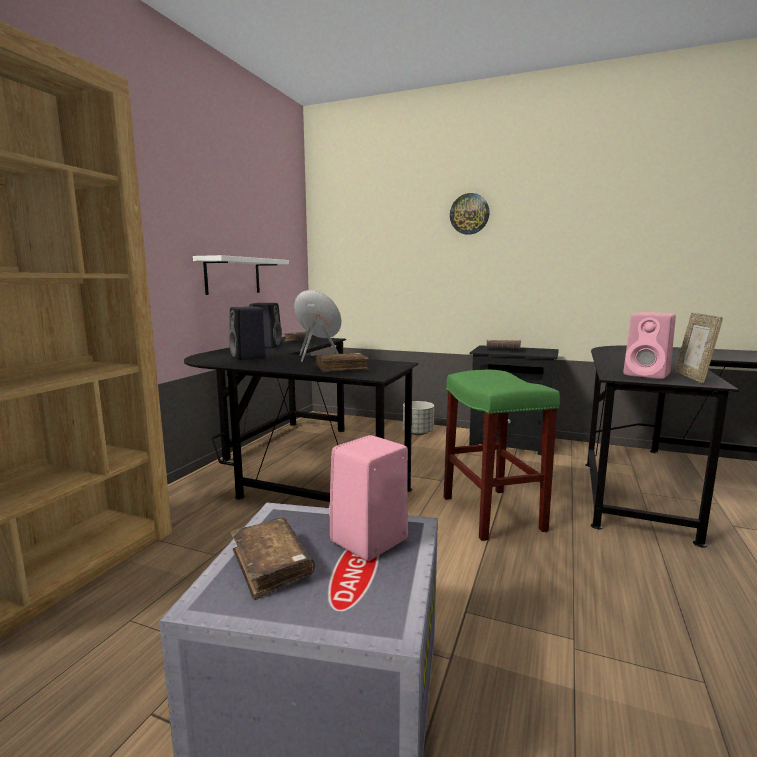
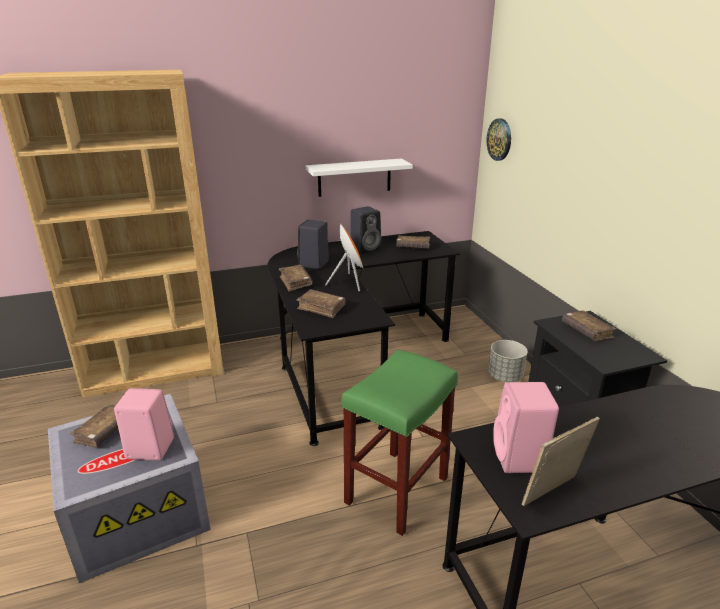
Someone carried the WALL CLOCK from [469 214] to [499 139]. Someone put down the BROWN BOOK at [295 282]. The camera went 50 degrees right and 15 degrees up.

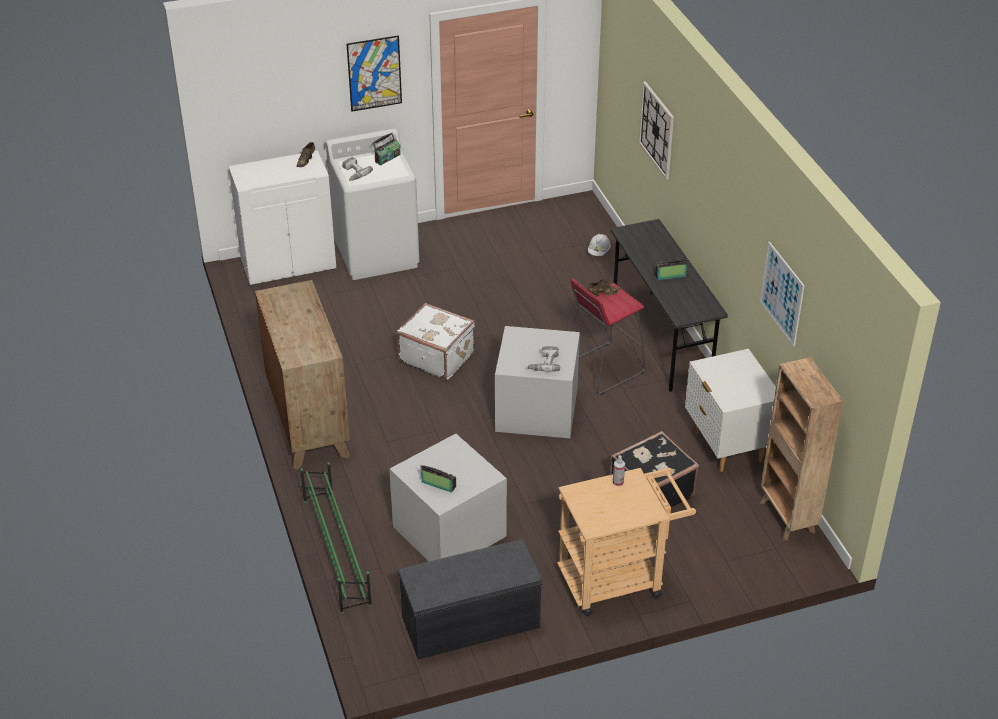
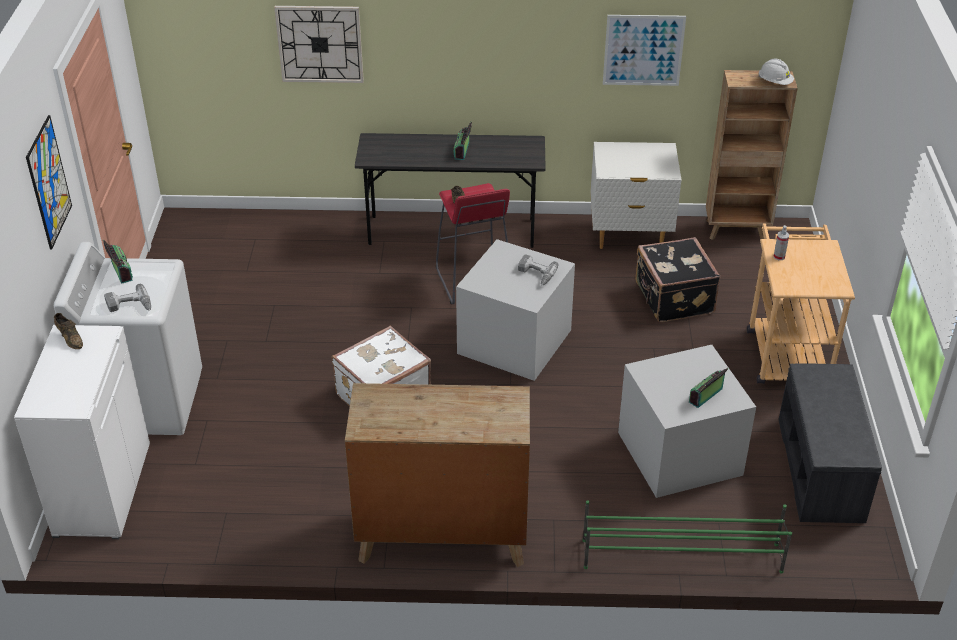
Someone carried the WHITE HARD HAT from [599 252] to [775 82]. The camera went 70 degrees left and 0 degrees up.

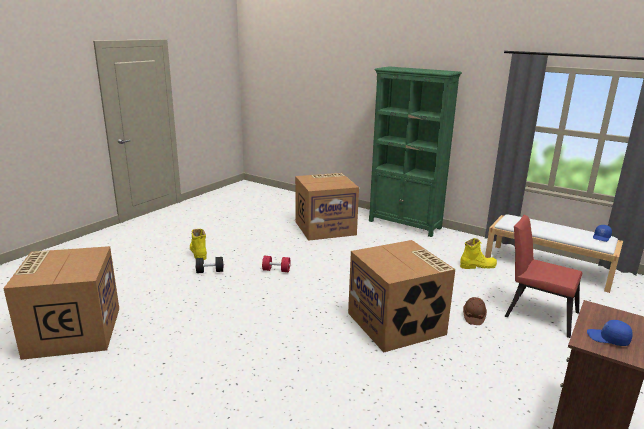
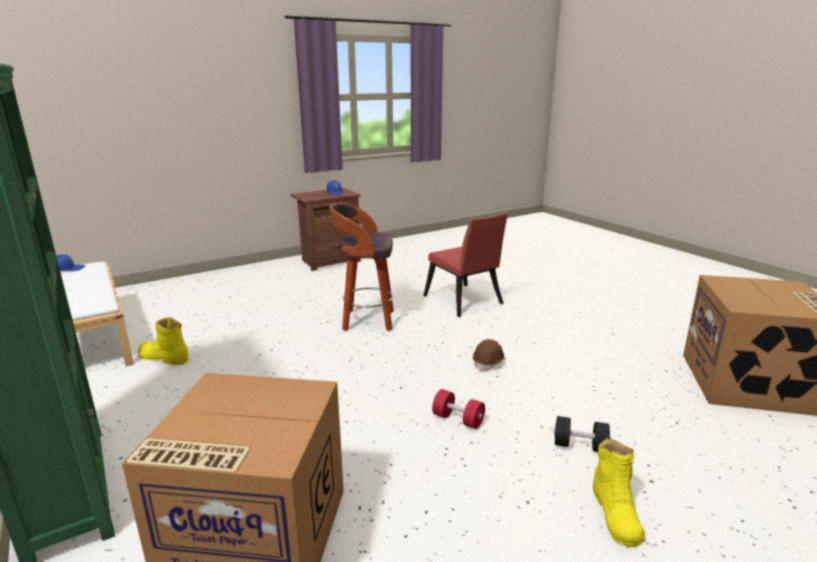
Someone swapped the CARDBOARD BOX at [397 324] for the STOOL at [366 321]. Someone carried the BROWN HARD HAT from [473 317] to [489 363]. Someone carried the RED CHAIR from [536 313] to [464 302]. The camera went 155 degrees left and 0 degrees up.

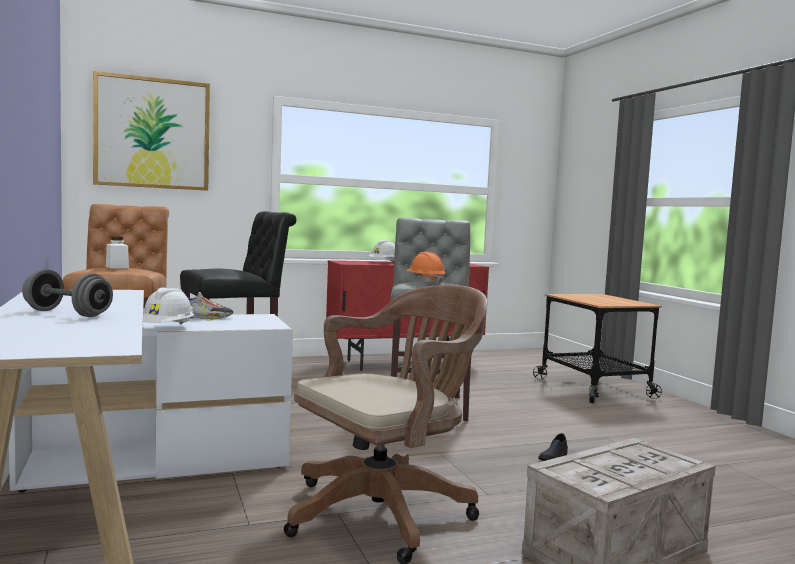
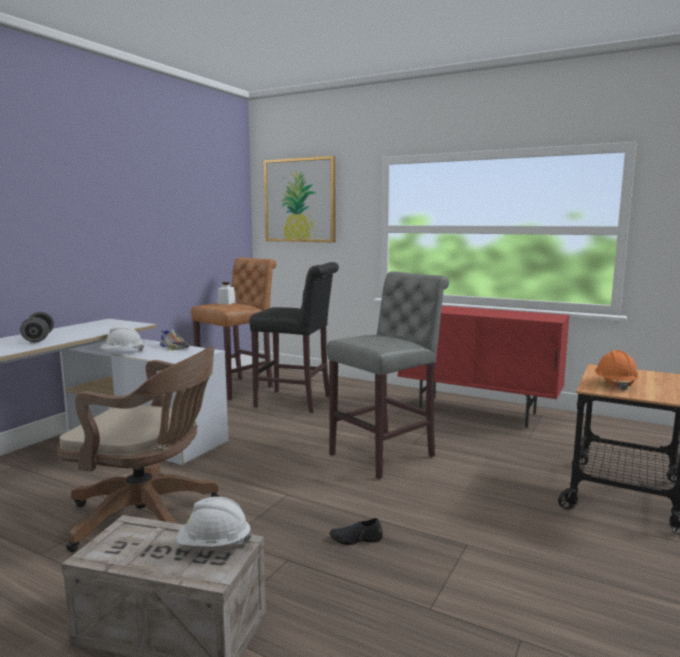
Someone carried the WHITE HARD HAT from [383 263] to [214 545]. Someone carried the ORANGE HARD HAT from [425 281] to [614 384]. The camera went 50 degrees right and 5 degrees up.

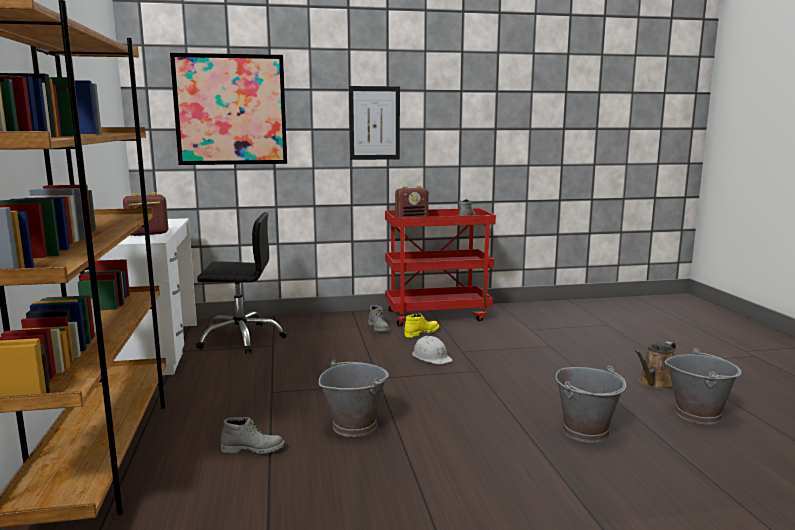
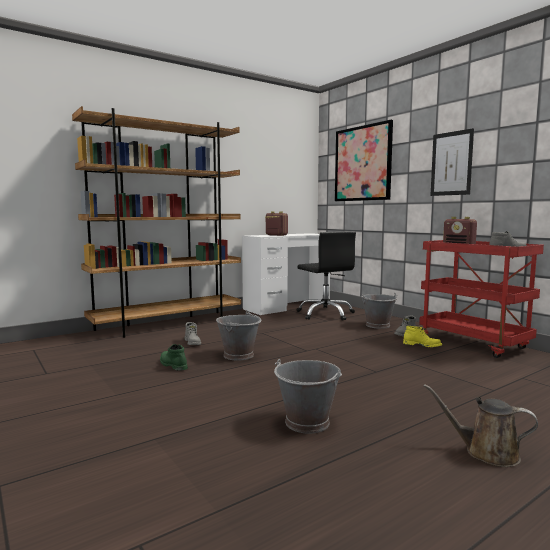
Someone took away the WHITE HARD HAT at [431 357]. Someone carried the GREY BUCKET from [698 414] to [378 325]. Someone put down the GREEN BOOT at [172 365]. The camera went 65 degrees right and 5 degrees down.

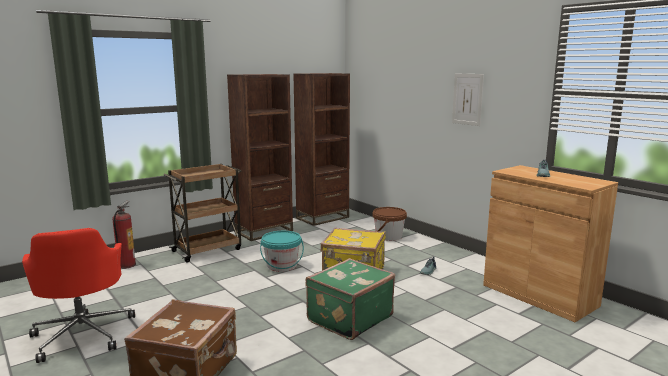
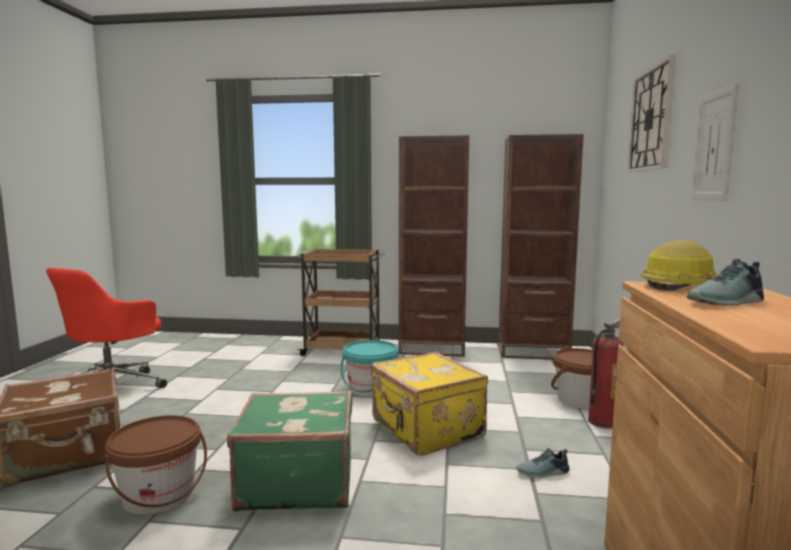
Someone carried the FIRE EXTINGUISHER from [126 265] to [602 421]. Someone put down the BROWN BUCKET at [159 495]. Someone put up the WALL CLOCK at [651 119]. Someone put down the HARD HAT at [681 286]. The camera went 45 degrees right and 5 degrees down.

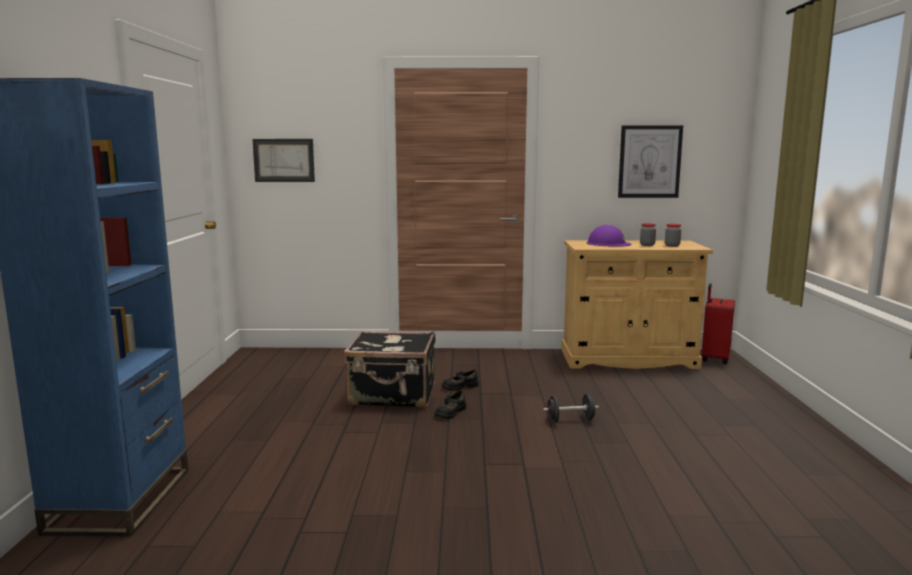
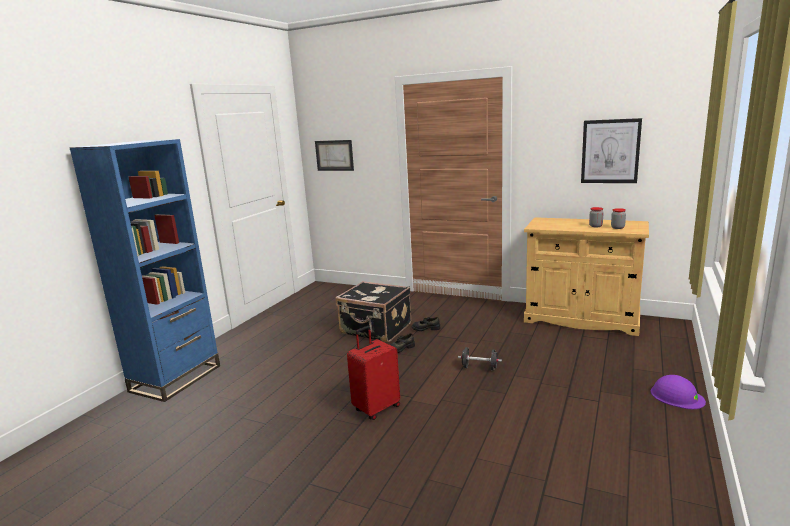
Someone carried the PURPLE HARD HAT from [608 243] to [676 396]. Someone carried the RED SUITCASE from [714 359] to [376 408]. The camera went 25 degrees right and 5 degrees up.

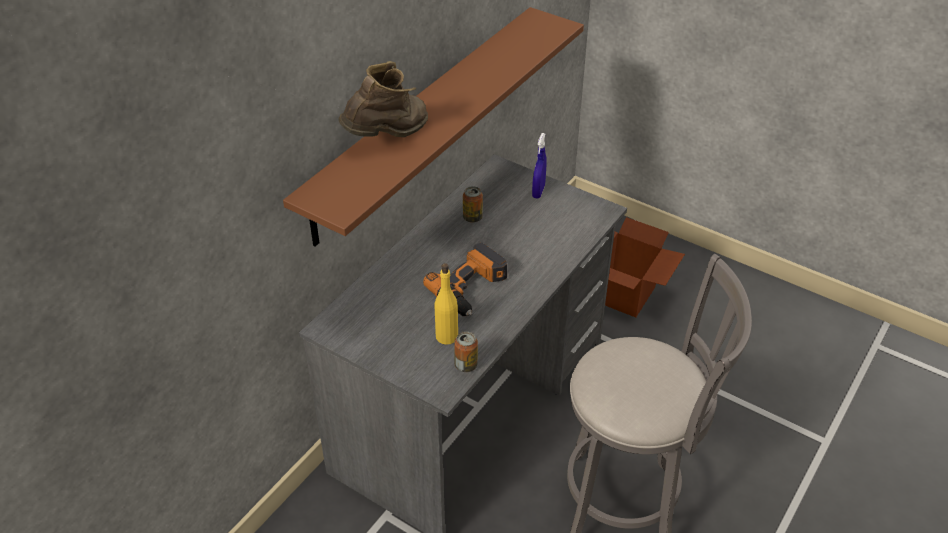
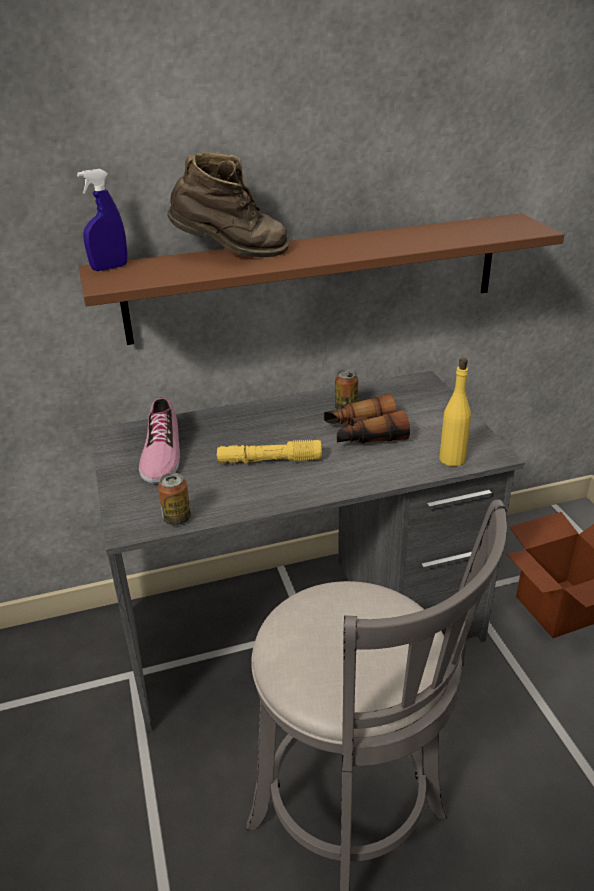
Someone swapped the POWER DRILL at [471 288] for the YELLOW FLASHLIGHT at [269 460]. Someone carried the YELLOW BOTTLE from [446 336] to [452 459]. Someone carried the BLUE SPRAY BOTTLE from [538 191] to [109 268]. Someone put down the SHOE at [160 453]. Someone put down the BINOCULARS at [363 433]. The camera went 40 degrees right and 10 degrees down.

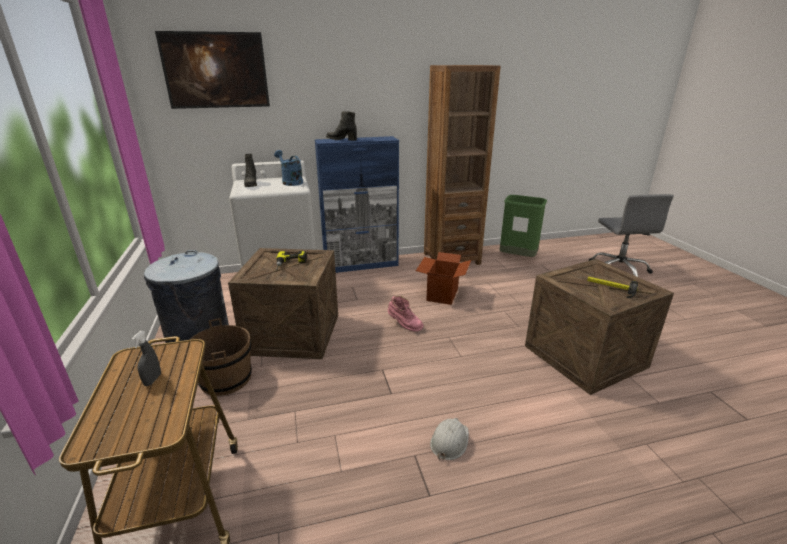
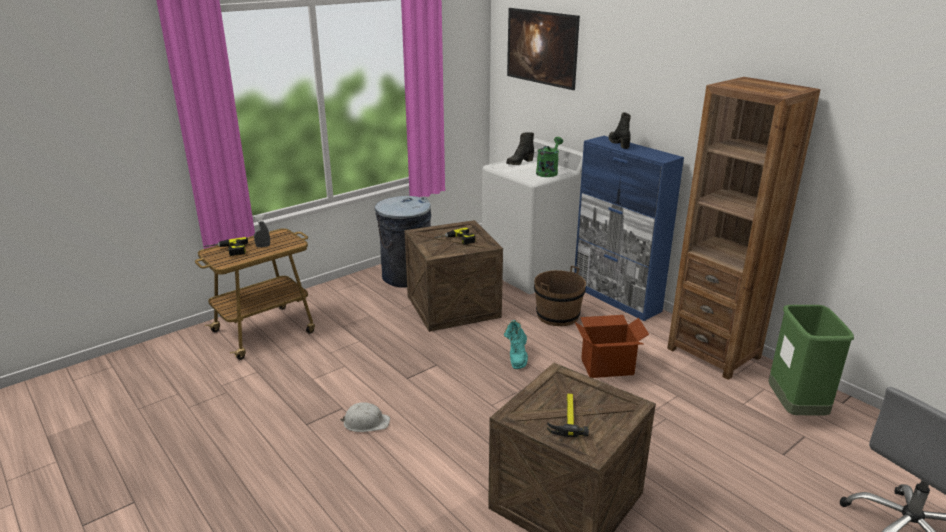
Someone carried the BROWN BUCKET from [225 379] to [557 315]. Someone repainted the BLUE WATERING CAN at [290 182], which became the GREEN WATERING CAN at [548 172]. Someone repainted the PINK BOOT at [404 325], which became the TURQUOISE BOOT at [517 358]. Someone put down the POWER DRILL at [227 251]. The camera went 65 degrees right and 0 degrees up.

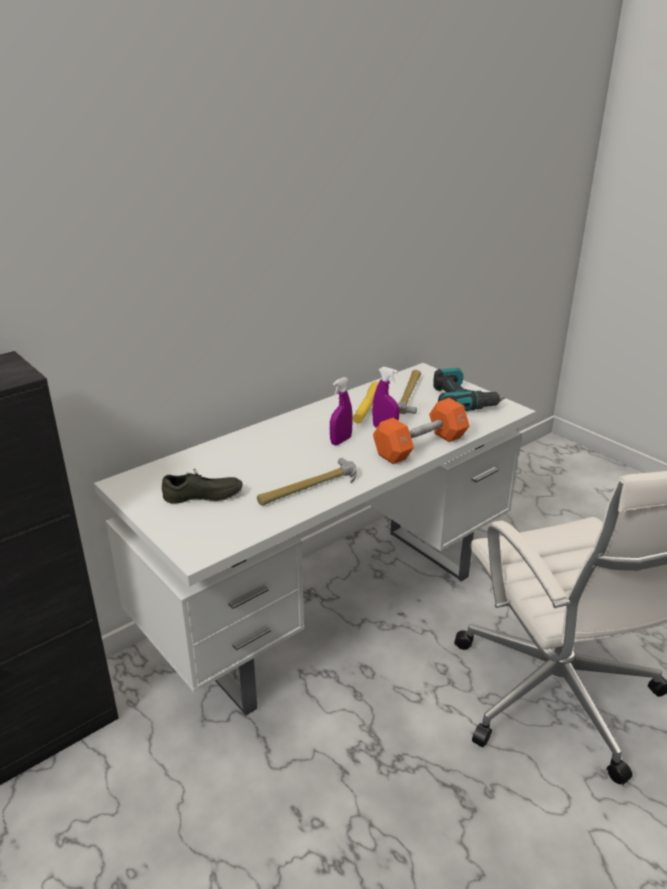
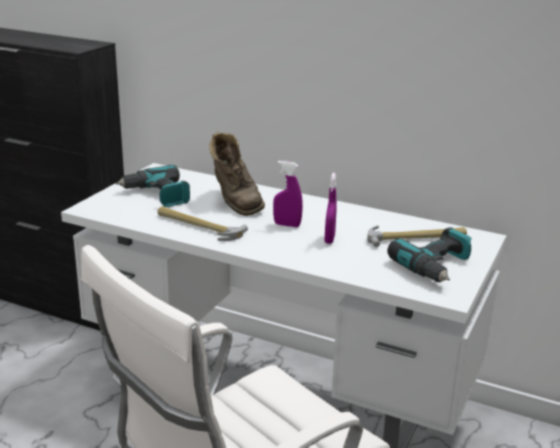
Someone swapped the GREY SHOE at [203 497] for the POWER DRILL at [157 195]. Someone took away the YELLOW FLASHLIGHT at [367 408]. Someone took away the ORANGE DUMBBELL at [420 446]. Someone put down the BROWN BOOT at [235 202]. The camera went 65 degrees right and 5 degrees down.

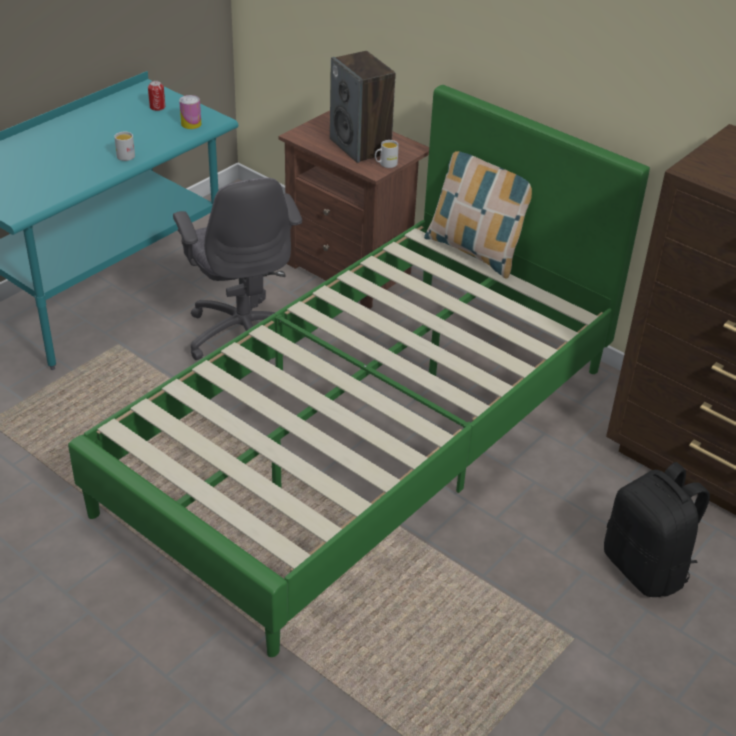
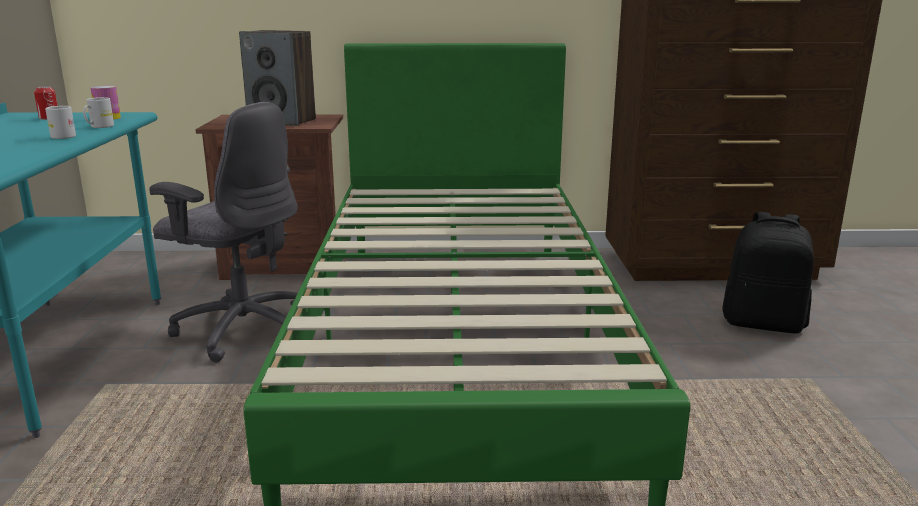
Someone carried the WHITE MUG from [385 164] to [99 127]. Someone took away the PILLOW at [475 251]. The camera went 40 degrees left and 20 degrees down.

